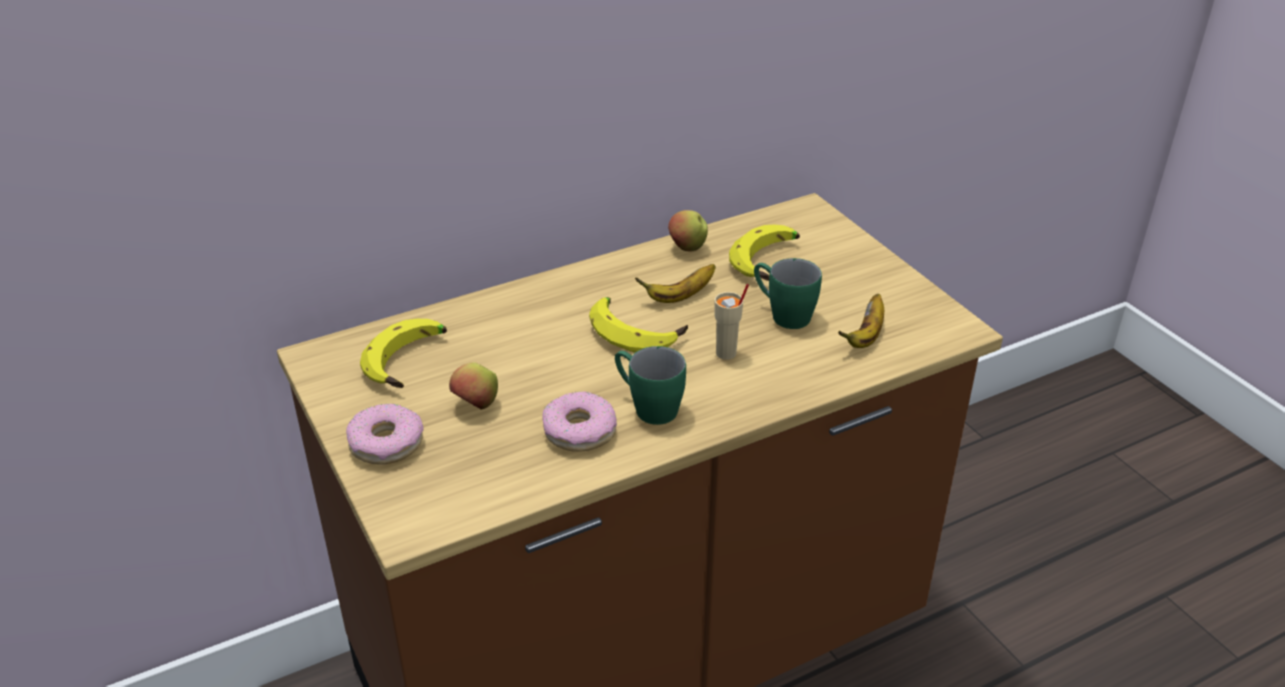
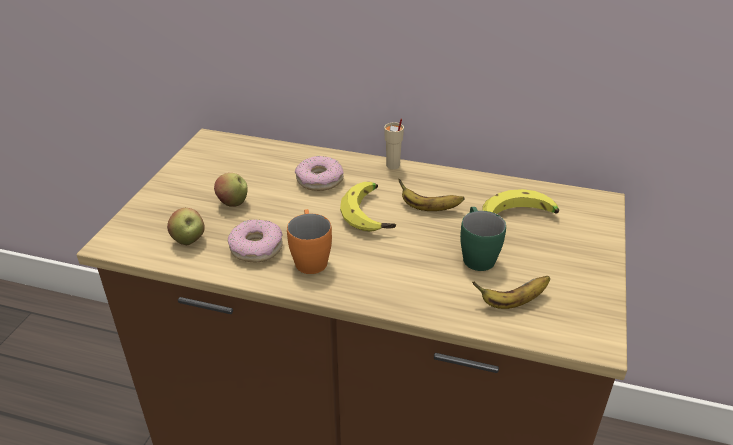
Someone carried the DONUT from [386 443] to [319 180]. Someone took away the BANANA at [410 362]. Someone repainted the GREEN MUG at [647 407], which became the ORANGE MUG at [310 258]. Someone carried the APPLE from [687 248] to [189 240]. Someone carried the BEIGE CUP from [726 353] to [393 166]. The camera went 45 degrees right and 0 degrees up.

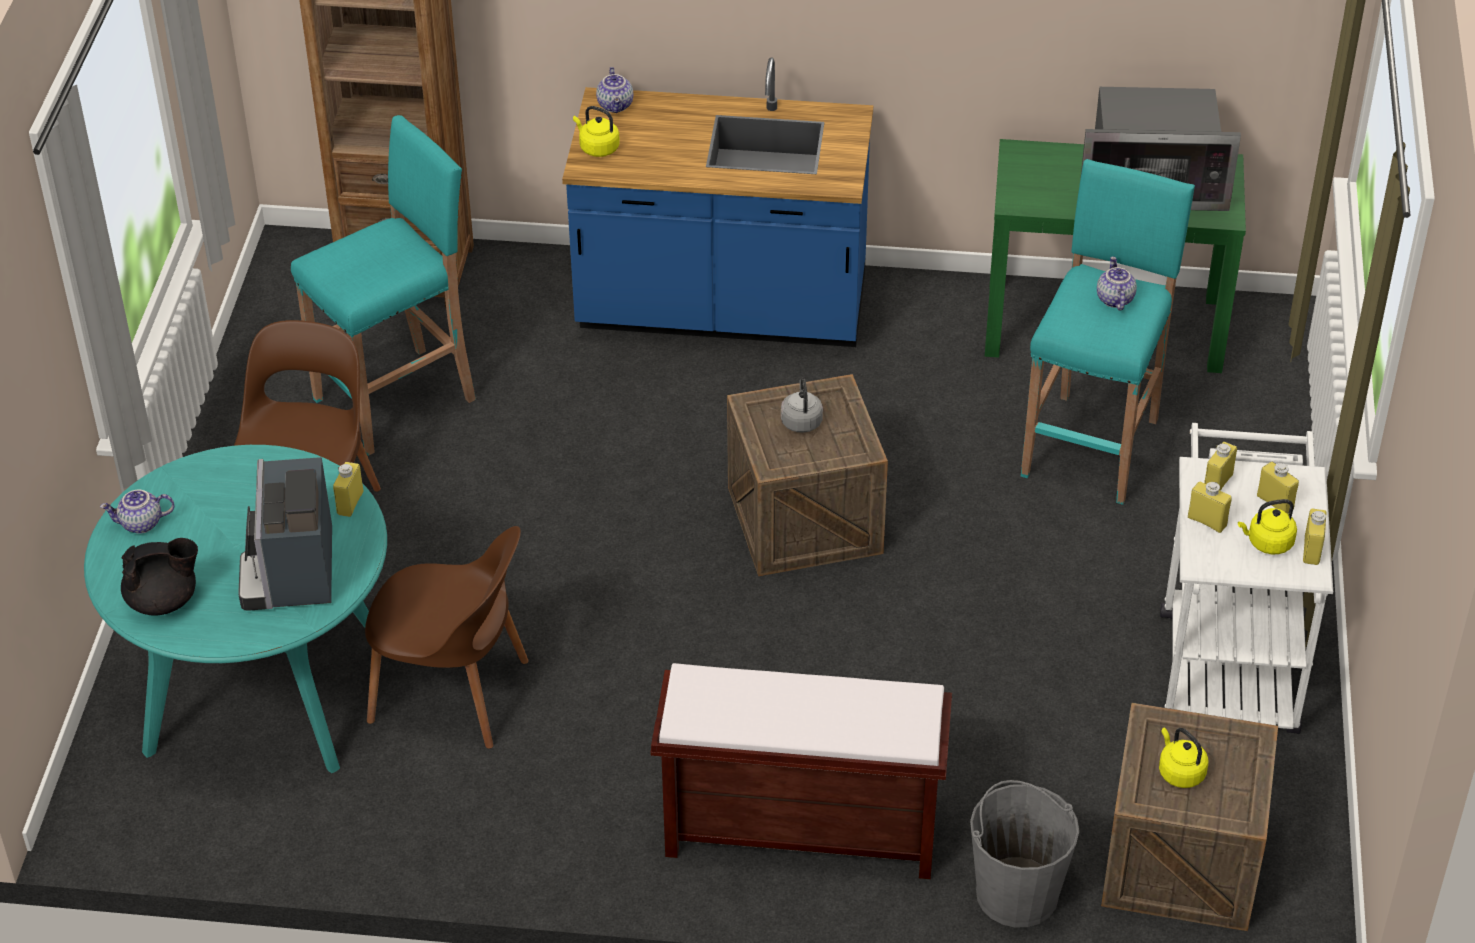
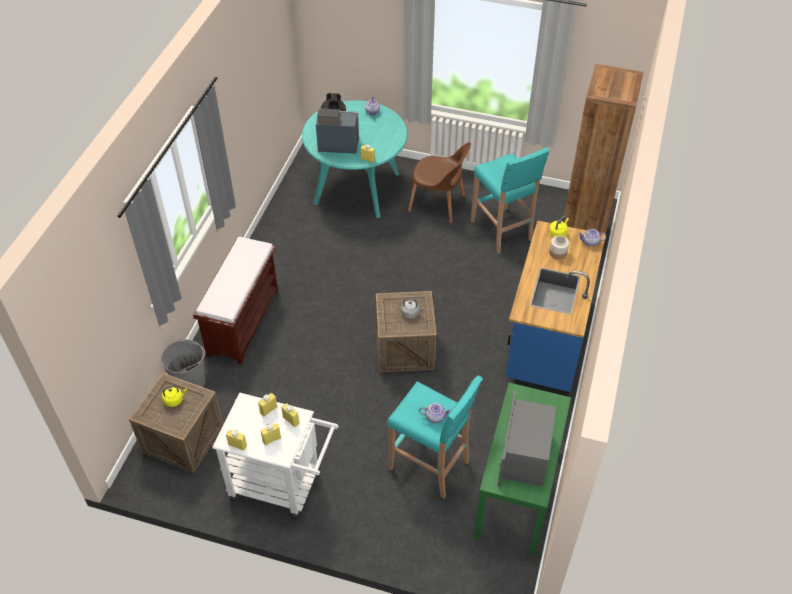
Someone took away the BROWN CHAIR at [453 693]. Someone took away the YELLOW KETTLE at [1267 543]. Someone put down the JAR at [558 253]. The camera went 100 degrees right and 5 degrees up.

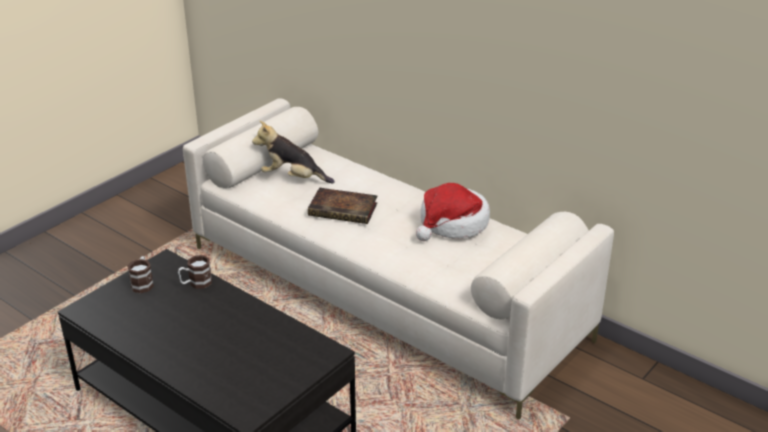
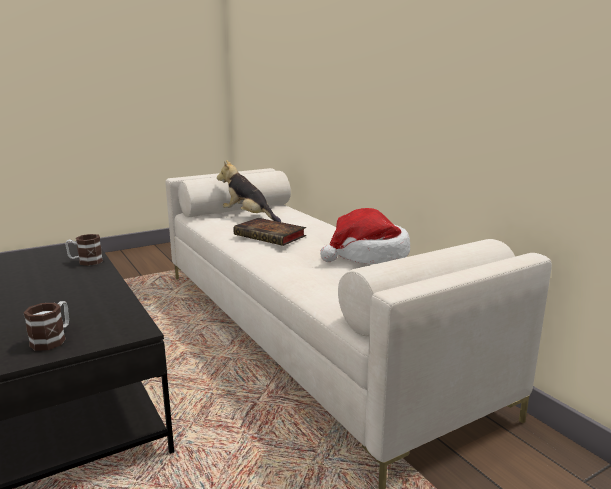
Someone carried the MUG from [143 283] to [53 339]. The camera went 20 degrees right and 15 degrees down.

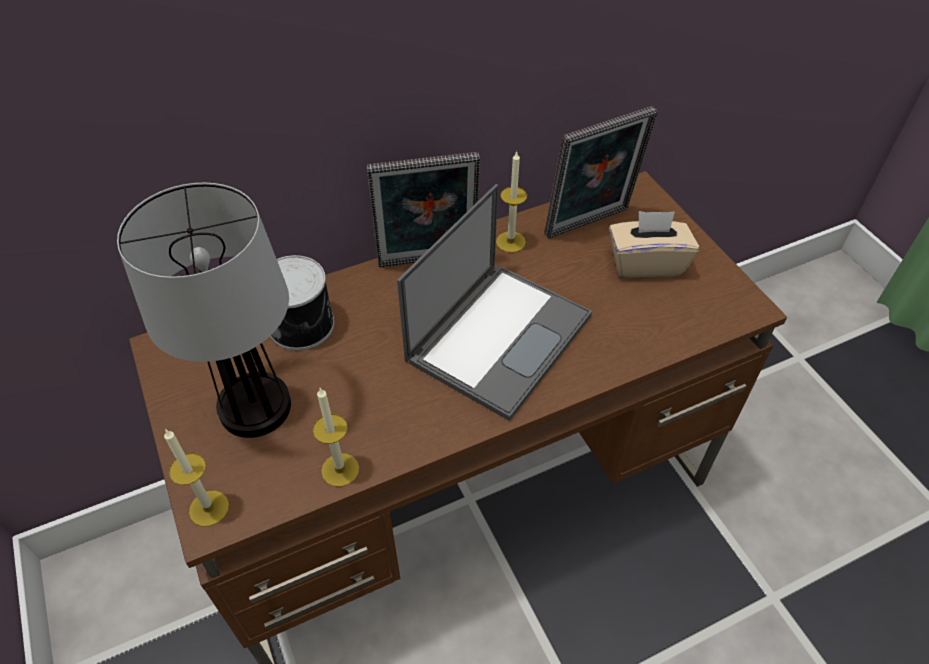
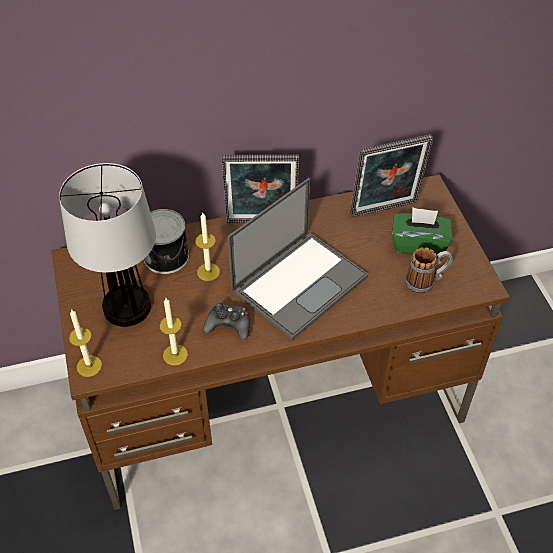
Someone carried the CANDLE from [510 242] to [208 272]. Someone repainted the BEIGE TISSUE BOX at [646 263], which became the GREEN TISSUE BOX at [418 244]. Someone put down the BLACK GAME CONTROLLER at [229 325]. Someone put down the MUG at [425 282]. The camera went 10 degrees right and 0 degrees up.

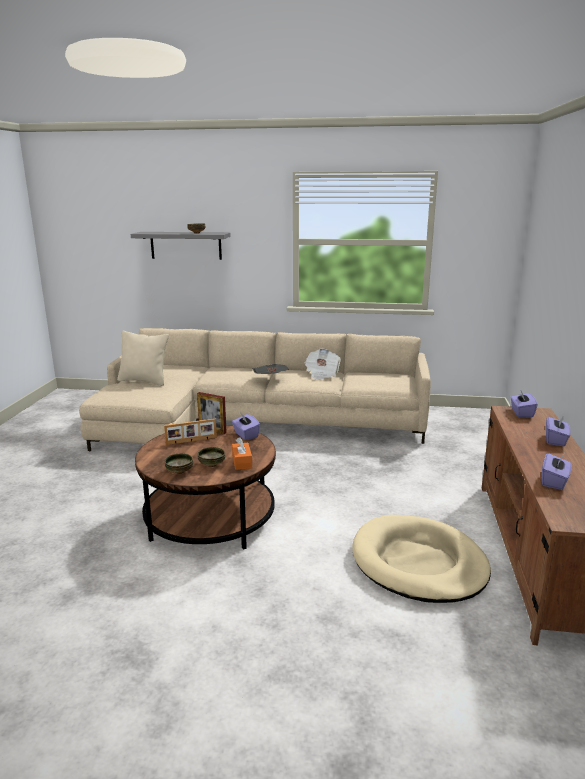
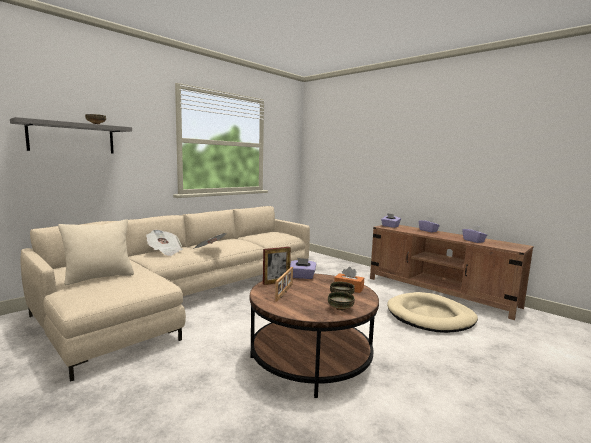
Someone carried the NEWSPAPER from [322 374] to [165 251]. The camera went 55 degrees left and 10 degrees down.

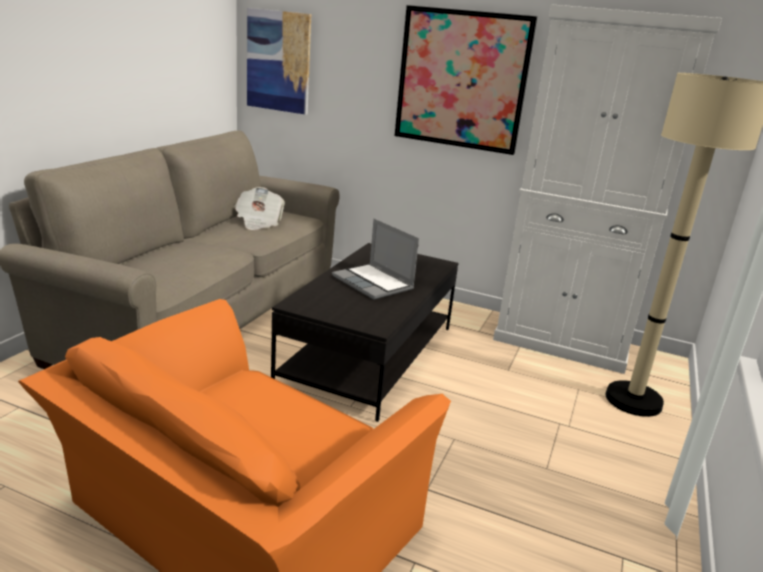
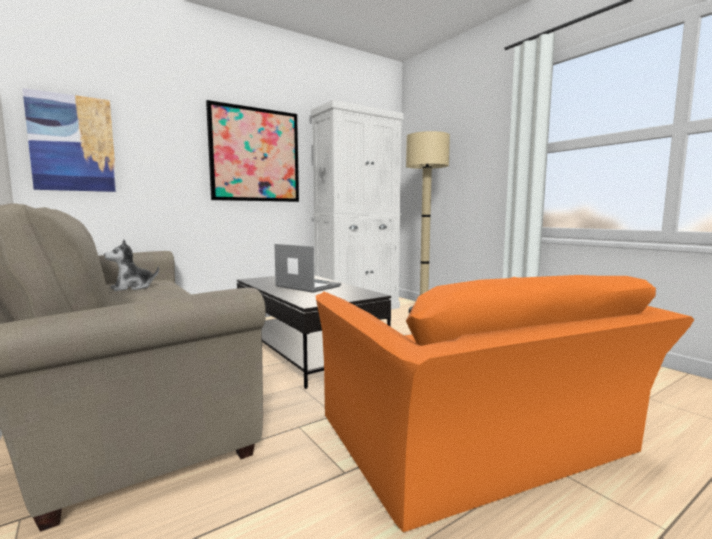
Someone swapped the NEWSPAPER at [259 222] for the PLUSH TOY at [132 288]. Someone rotated the LAPTOP at [374 283] by 135 degrees counterclockwise. The camera went 55 degrees left and 15 degrees down.

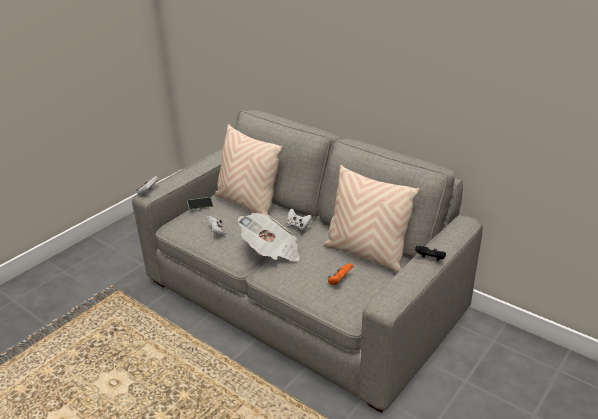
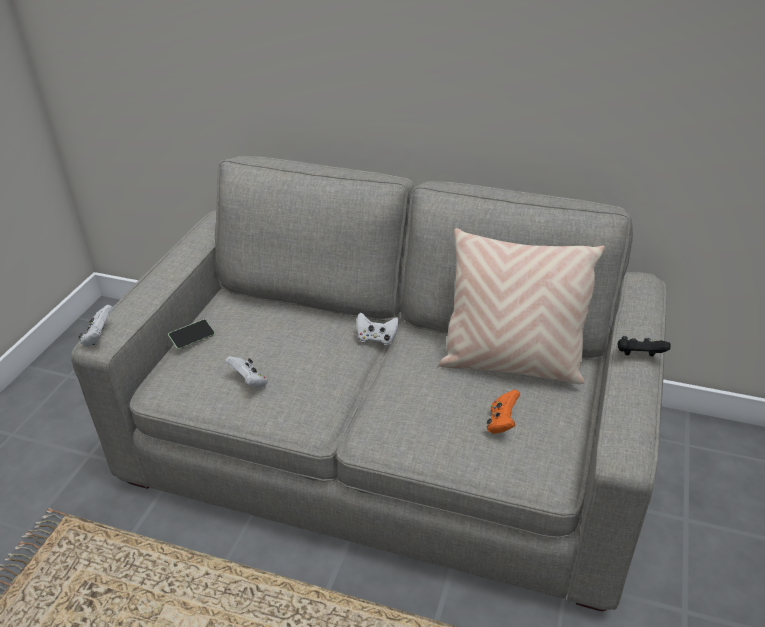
Someone took away the BEIGE PILLOW at [247 204]. Someone took away the NEWSPAPER at [271 251]. The camera went 20 degrees left and 5 degrees up.

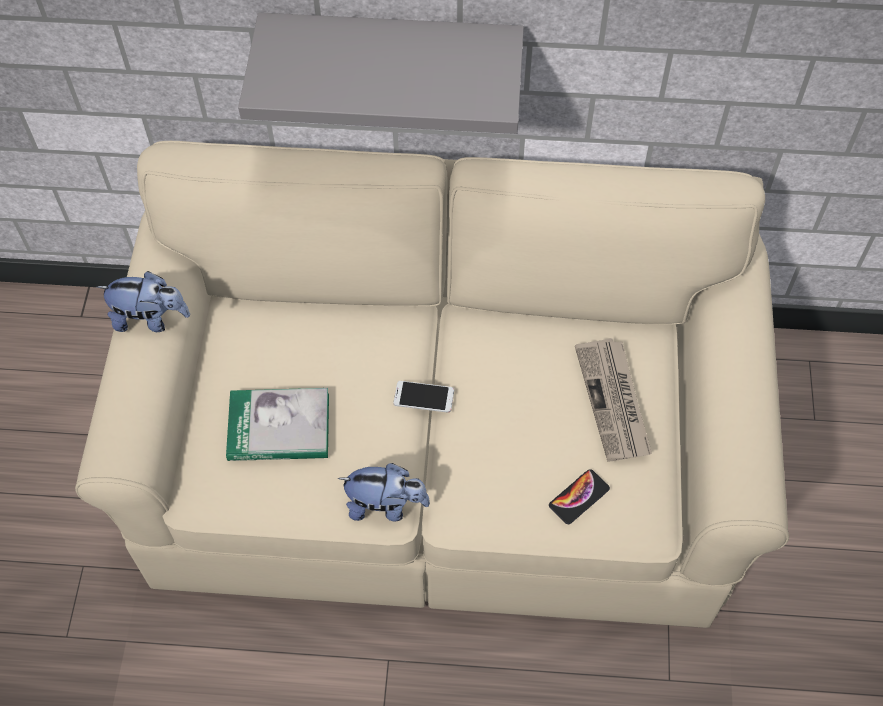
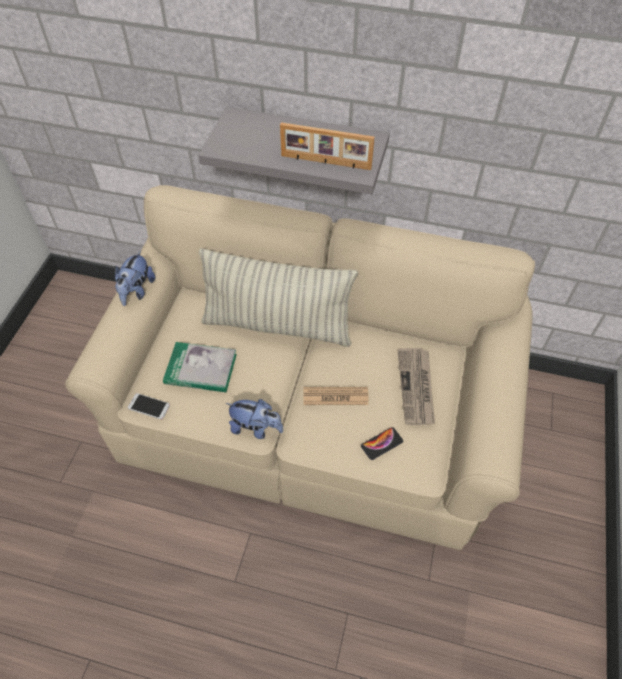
Someone rotated the PLUSH TOY at [150 319] by 90 degrees clockwise. Someone carried the PHONE from [424 397] to [149 406]. Someone put down the PILLOW at [277 325]. Someone put down the PICTURE FRAME at [325 162]. Someone put down the NEWSPAPER at [335 396]. The camera went 10 degrees right and 5 degrees down.

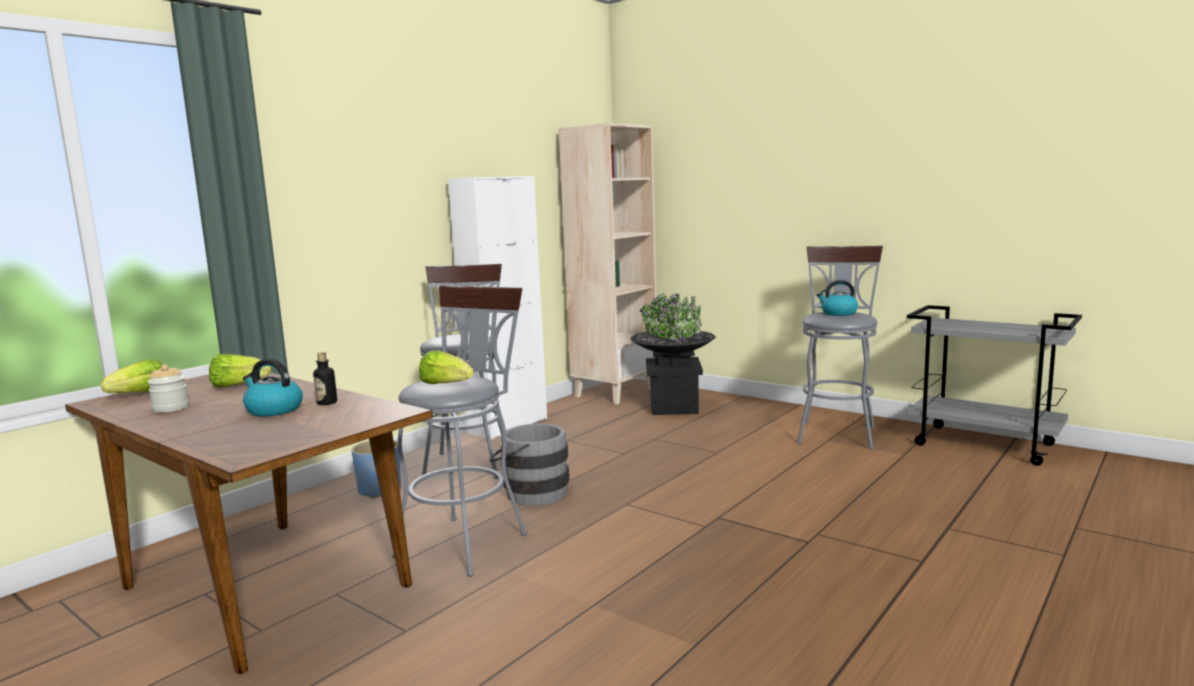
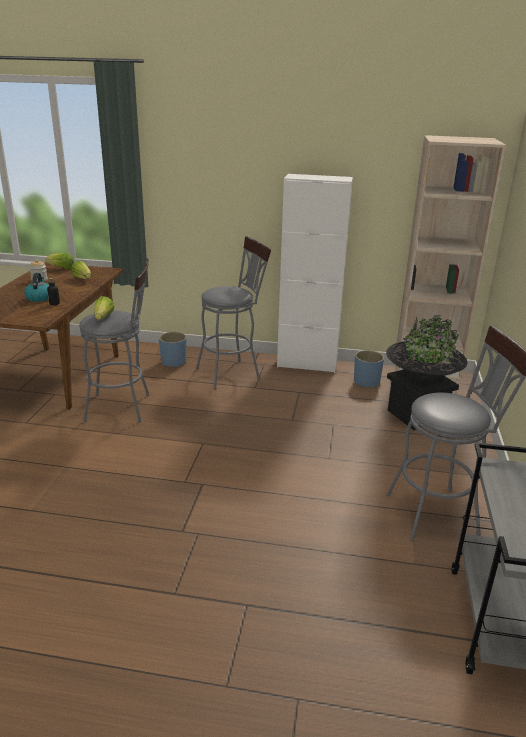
Someone took away the GREY BUCKET at [530 493]. Someone took away the KETTLE at [838 313]. Someone put down the BLUE PLANTER at [366 382]. The camera went 60 degrees right and 15 degrees up.

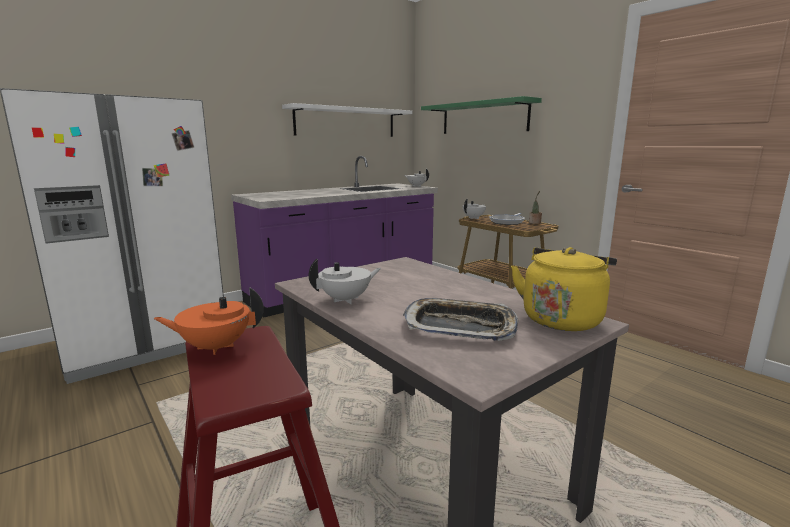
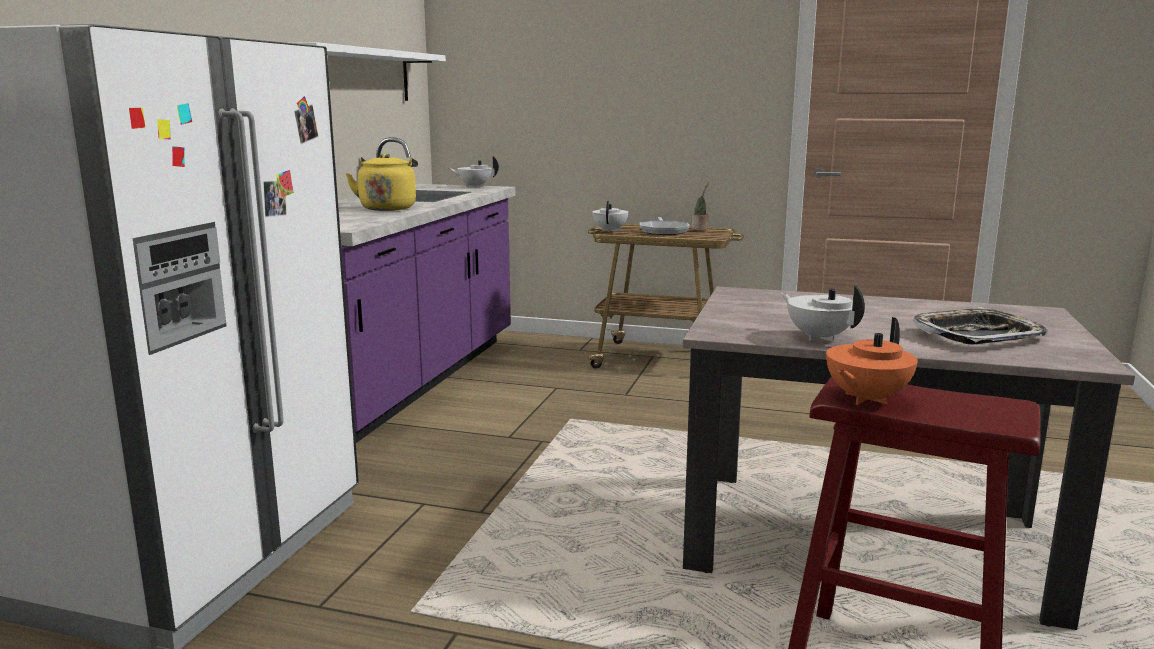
Someone rotated the WHITE TEAPOT at [346 300] by 60 degrees counterclockwise. Someone took away the GREEN SHELF at [483 118]. Someone carried the YELLOW KETTLE from [562 318] to [388 208]. The camera went 35 degrees left and 0 degrees up.

